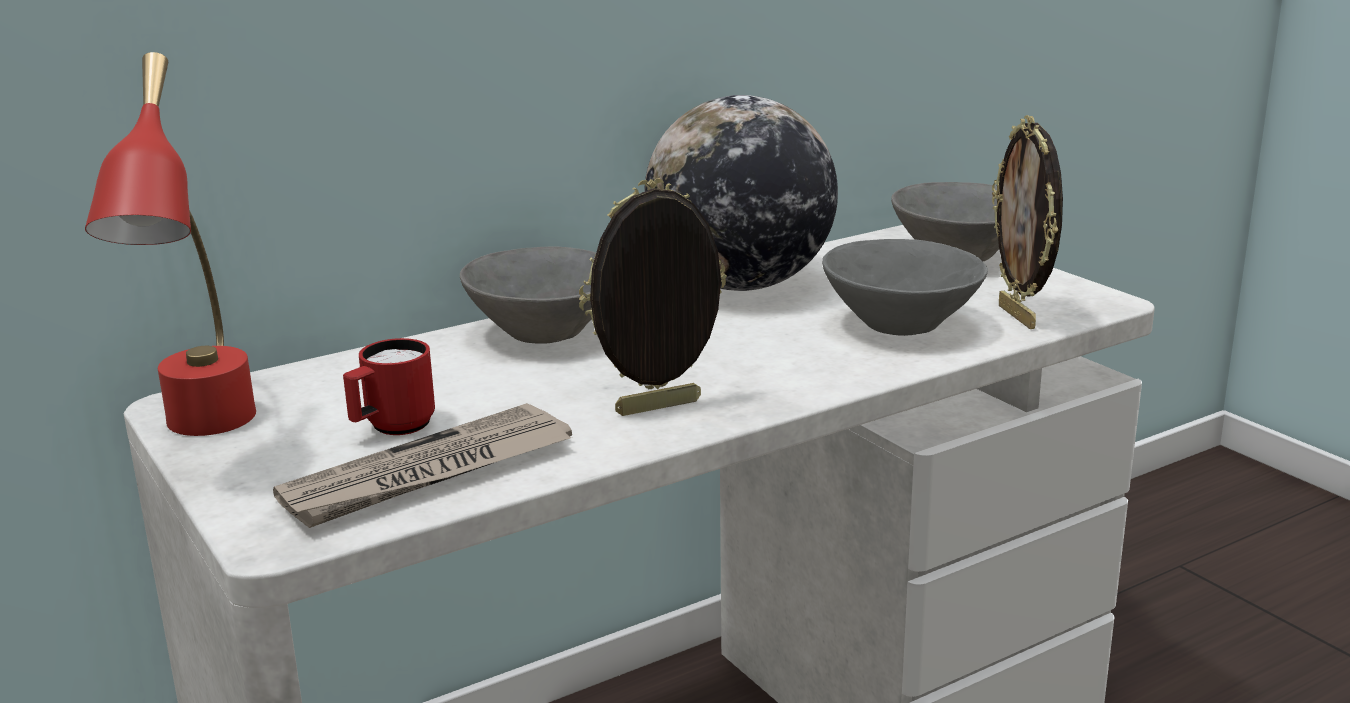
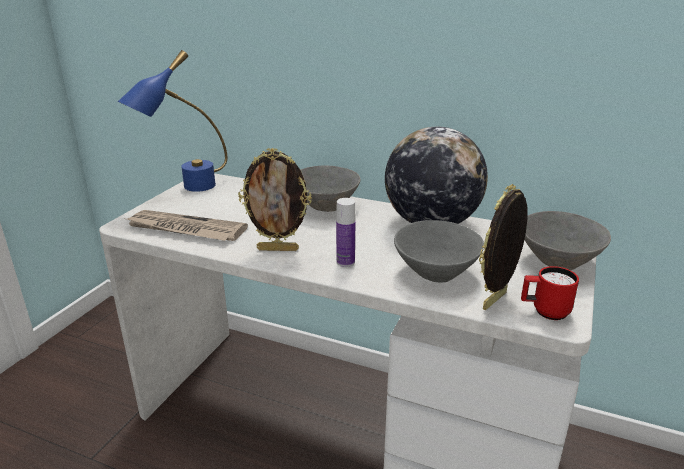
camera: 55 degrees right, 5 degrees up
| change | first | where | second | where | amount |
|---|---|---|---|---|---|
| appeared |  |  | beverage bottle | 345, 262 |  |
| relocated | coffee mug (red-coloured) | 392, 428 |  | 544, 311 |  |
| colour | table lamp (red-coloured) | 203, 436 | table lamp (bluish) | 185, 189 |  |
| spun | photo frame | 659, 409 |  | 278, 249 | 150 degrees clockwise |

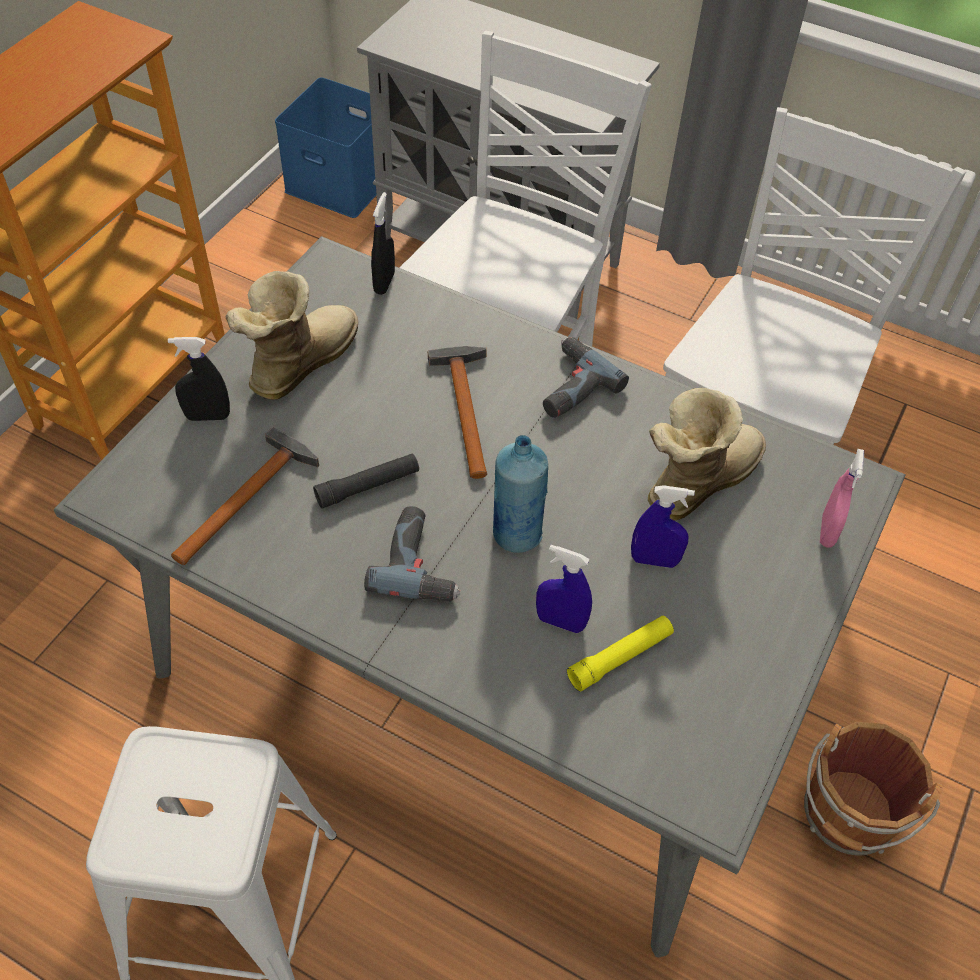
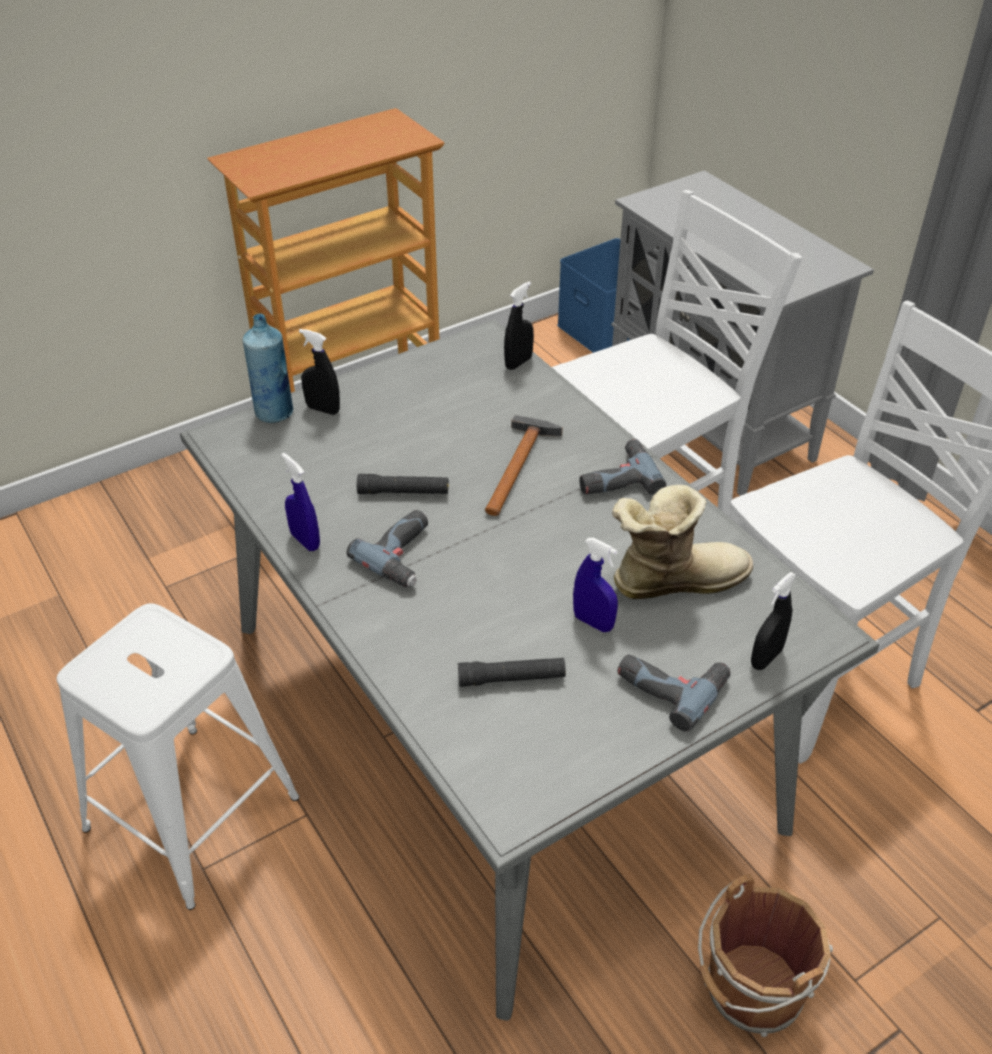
camera: 30 degrees right, 10 degrees down
| change | first | where | second | where | amount |
|---|---|---|---|---|---|
| missing | hand hammer | 248, 497 |  |  |  |
| missing | high-top boot | 298, 362 |  |  |  |
| appeared |  |  | power drill | 671, 684 |  |
| relocated | beverage bottle (bluish) | 516, 534 |  | 274, 413 |  |
| relocated | hand sprayer (bluish) | 560, 622 |  | 305, 541 |  |
| colour | torch (yellowish) | 620, 657 | torch (blackish) | 512, 678 |  |
| colour | hand sprayer (pinkish) | 827, 531 | hand sprayer (blackish) | 766, 658 |  |

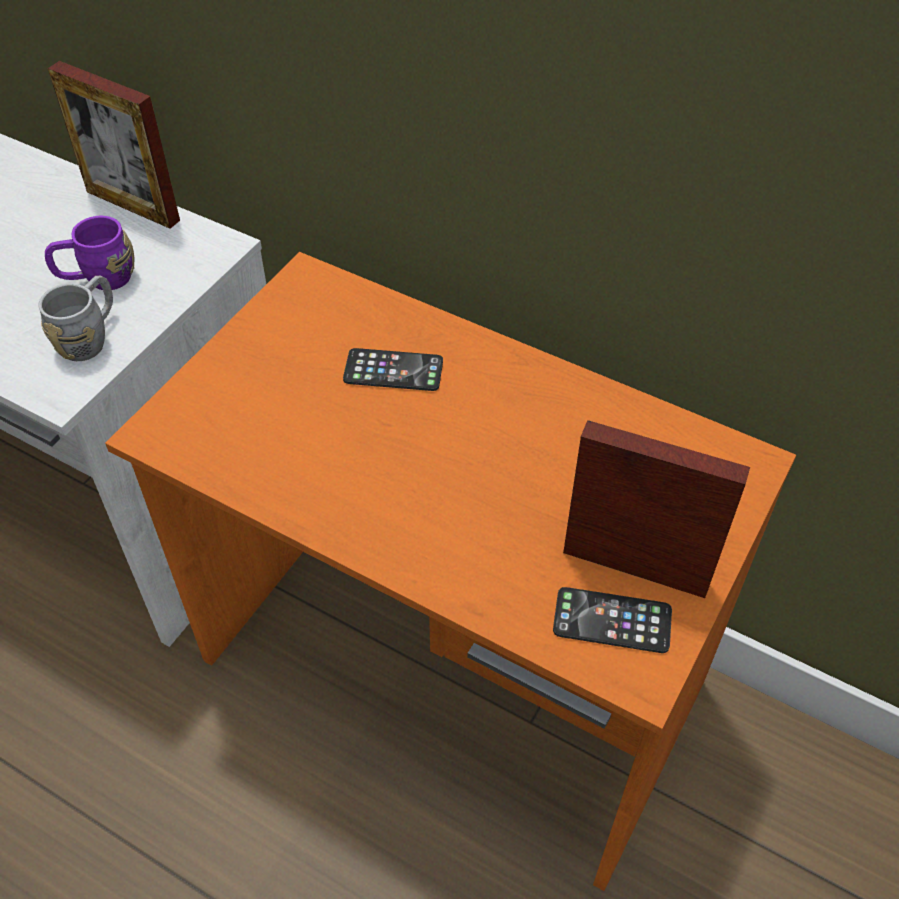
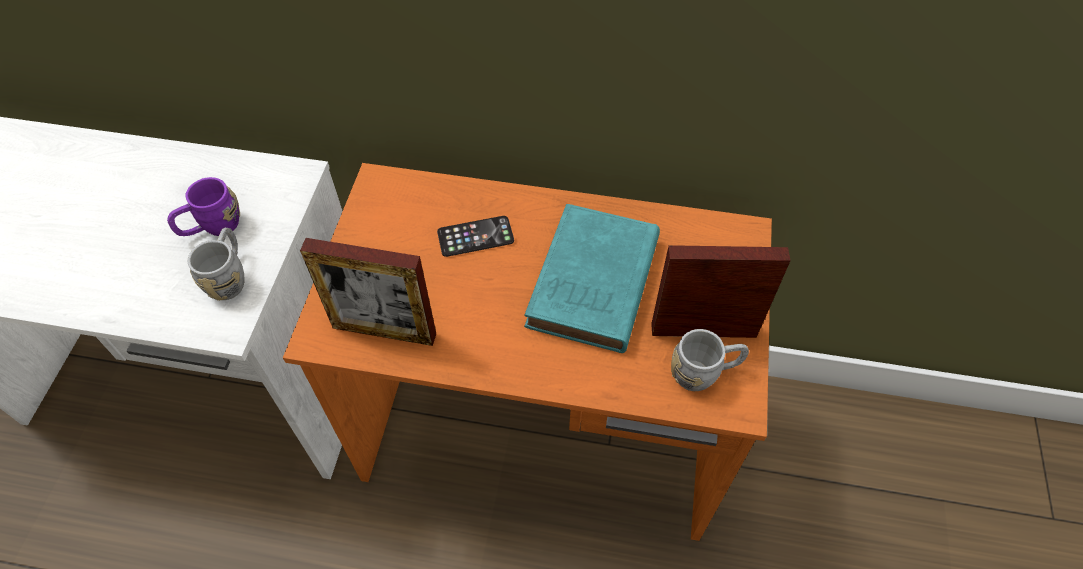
camera: 20 degrees left, 5 degrees up
| change | first | where | second | where | amount |
|---|---|---|---|---|---|
| appeared |  |  | volume (turquoise-coloured) | 592, 286 |  |
| relocated | photo frame | 133, 206 |  | 384, 331 |  |
| exchanged | phone | 612, 621 | coffee mug (greyish) | 704, 373 |  |

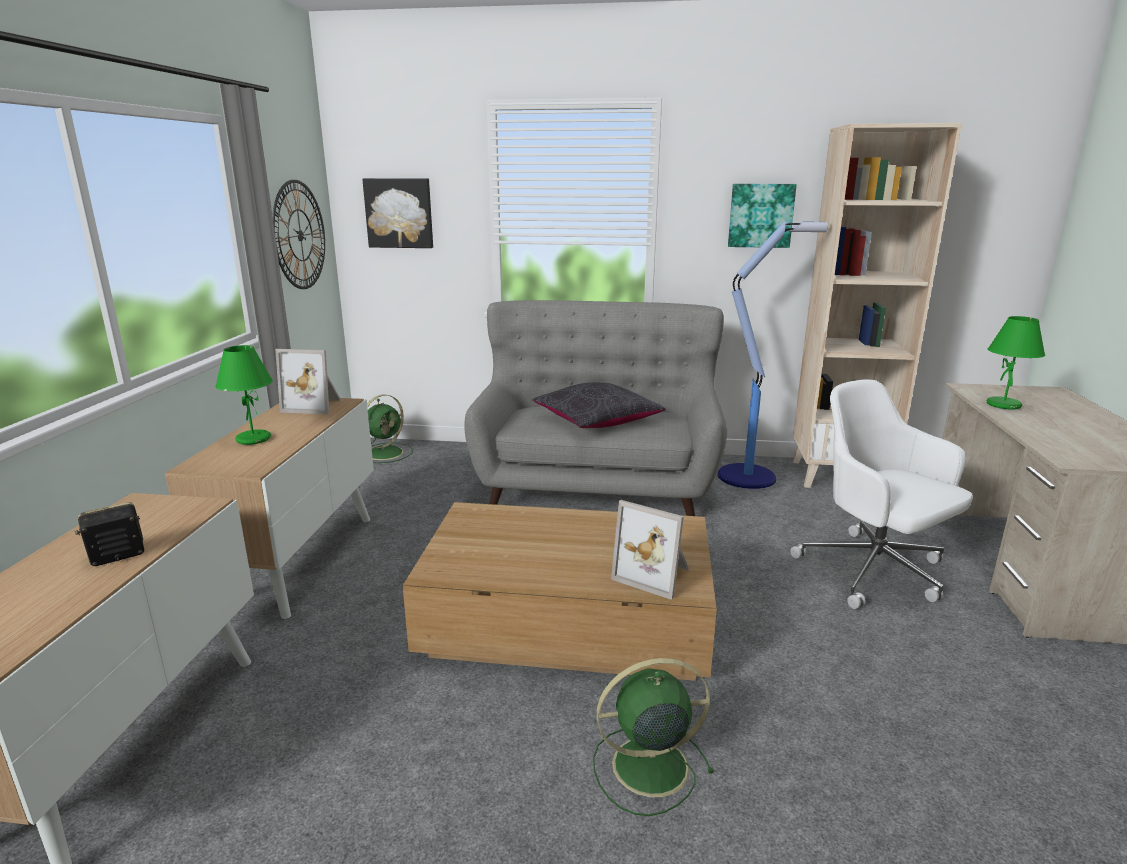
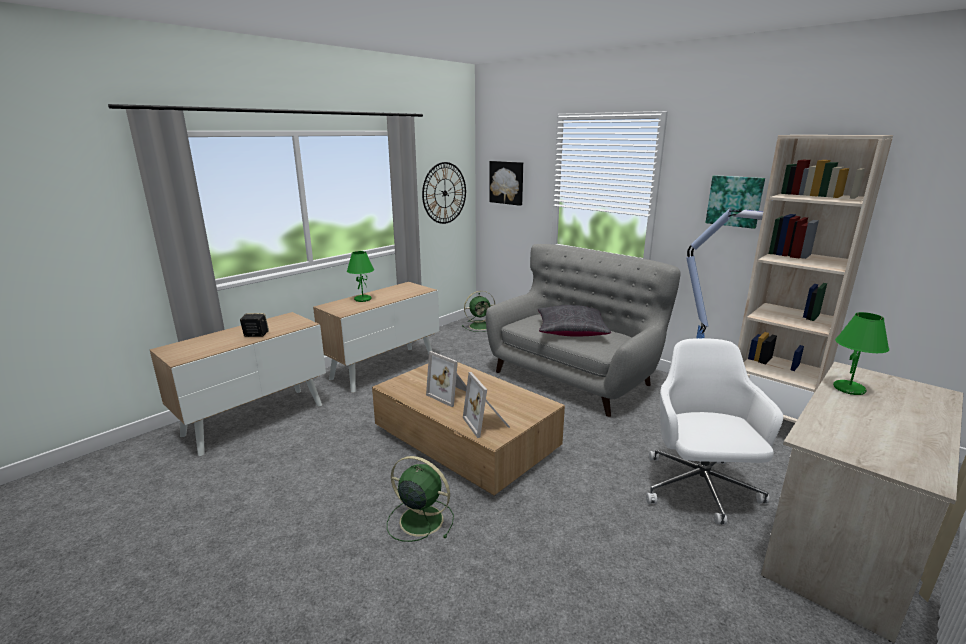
camera: 35 degrees right, 0 degrees up
| change | first | where | second | where | amount |
|---|---|---|---|---|---|
| relocated | photo frame | 314, 405 |  | 451, 394 |  |

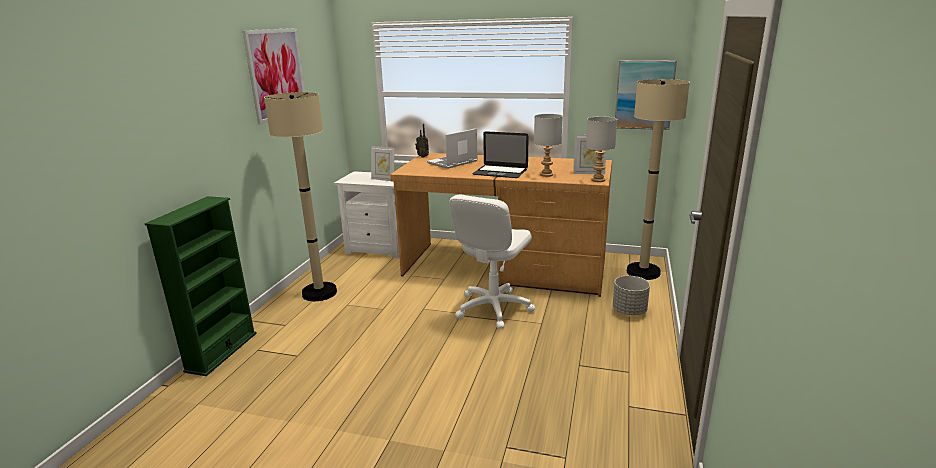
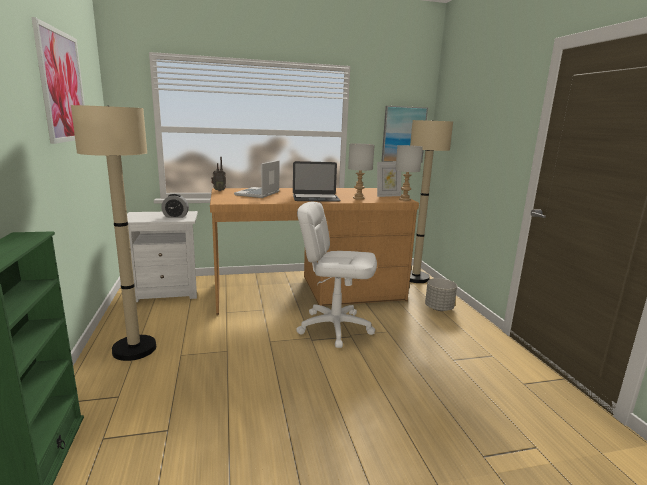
camera: 30 degrees left, 5 degrees down
| change | first | where | second | where | amount |
|---|---|---|---|---|---|
| exchanged | photo frame | 384, 179 | alarm clock | 175, 216 |  |
| spun | office chair (whitish) | 493, 308 |  | 335, 327 | 105 degrees clockwise |

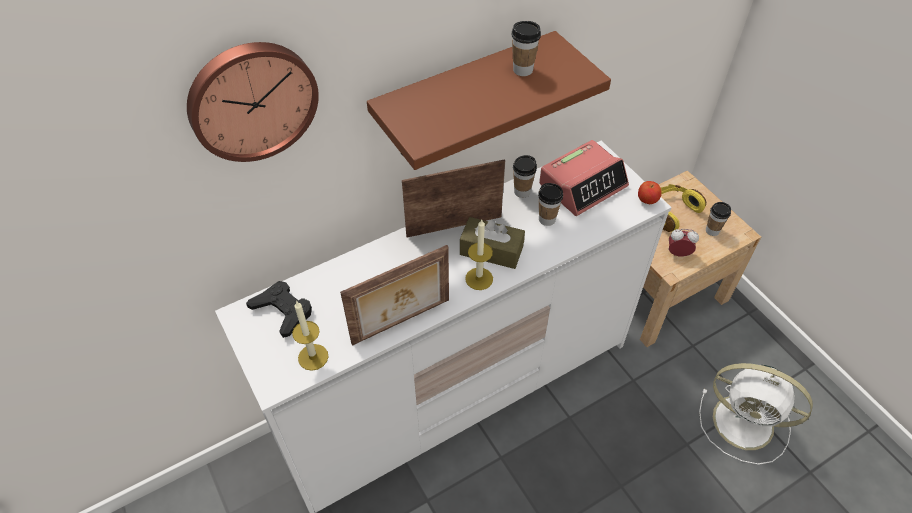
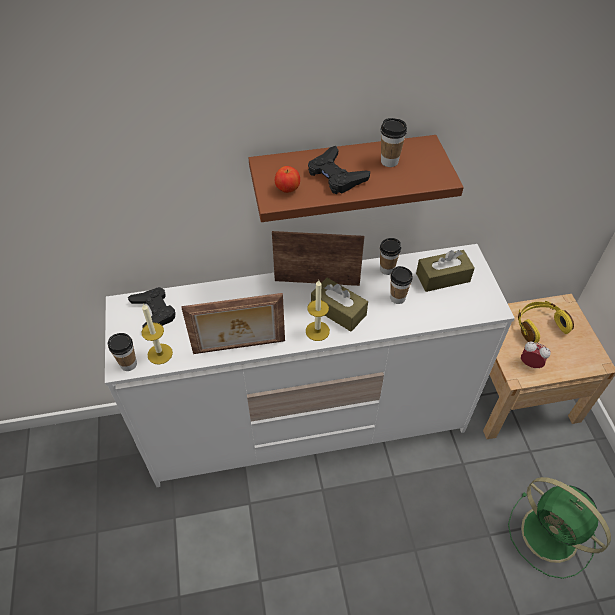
camera: 20 degrees right, 0 degrees up
| change | first | where | second | where | amount |
|---|---|---|---|---|---|
| missing | clock on the wall | 252, 100 |  |  |  |
| appeared |  |  | game controller (blackish) | 336, 175 |  |
| relocated | apple fruit | 647, 200 |  | 287, 189 |  |
| relocated | small cup | 712, 230 |  | 128, 364 |  |
| exchanged | alarm clock | 583, 185 | box of tissues (brownish) | 443, 277 |  |
| colour | cooling fan (whitish) | 746, 423 | cooling fan (green) | 552, 536 |  |

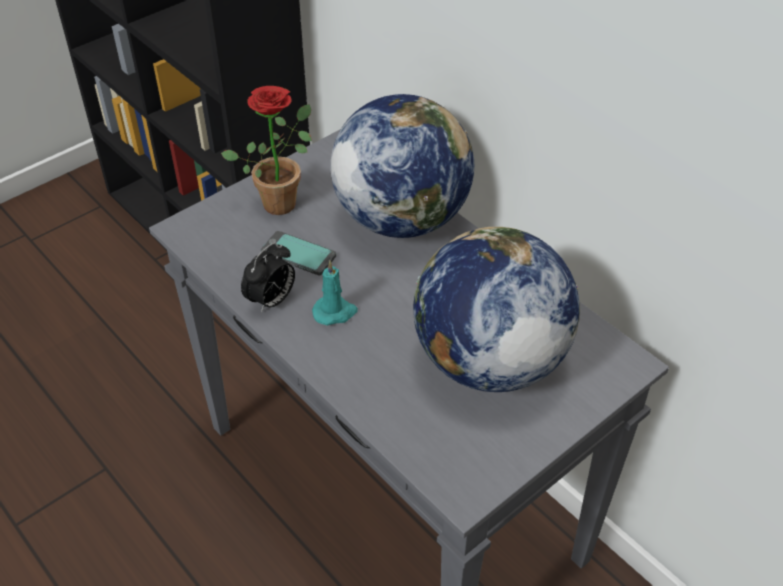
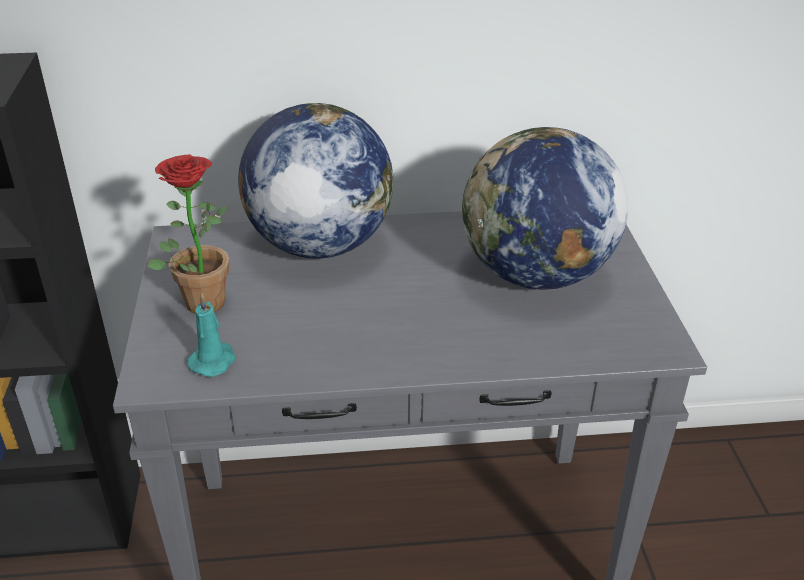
camera: 55 degrees left, 10 degrees down
| change | first | where | second | where | amount |
|---|---|---|---|---|---|
| missing | alarm clock | 271, 301 |  |  |  |
| missing | phone | 298, 254 |  |  |  |
| relocated | wax light (turquoise-coloured) | 335, 312 |  | 213, 361 |  |

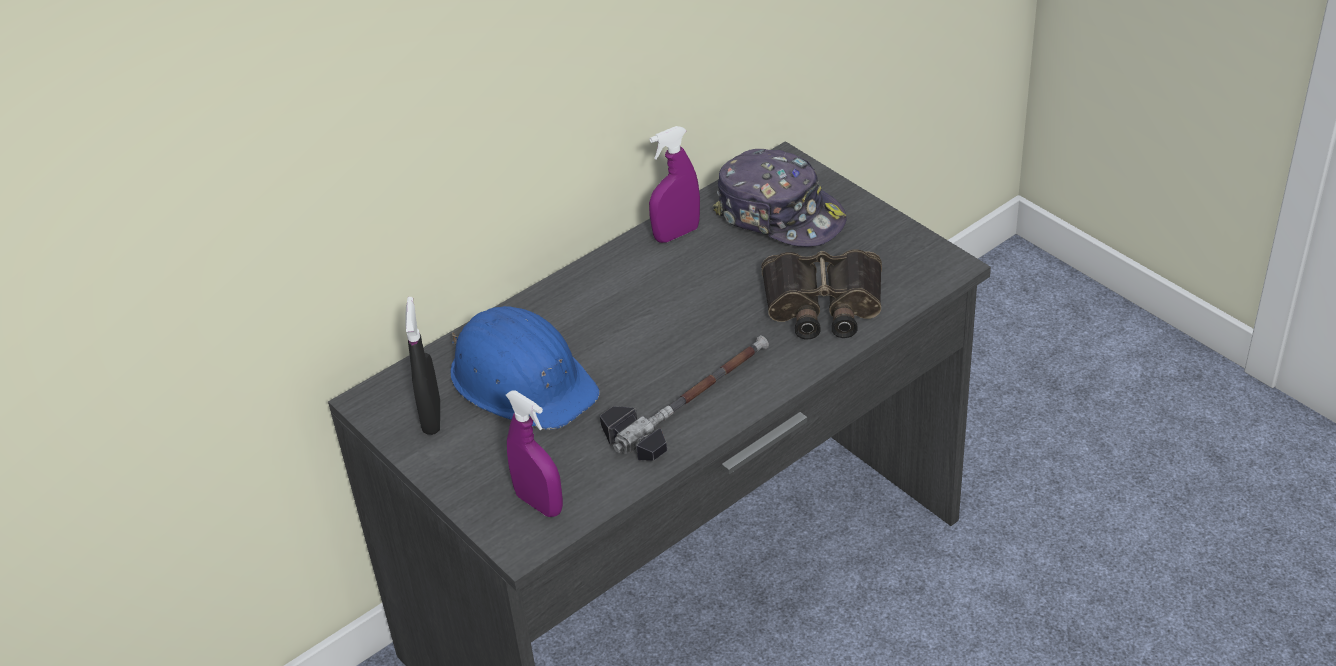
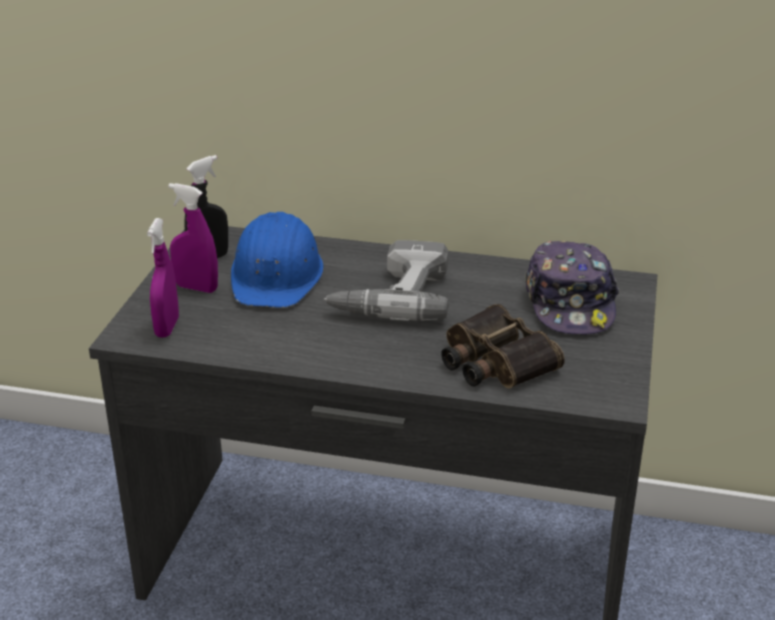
camera: 50 degrees right, 10 degrees down
| change | first | where | second | where | amount |
|---|---|---|---|---|---|
| missing | hand hammer | 691, 400 |  |  |  |
| appeared |  |  | power drill | 391, 295 |  |
| relocated | hand sprayer (purplish) | 676, 234 |  | 196, 288 |  |

